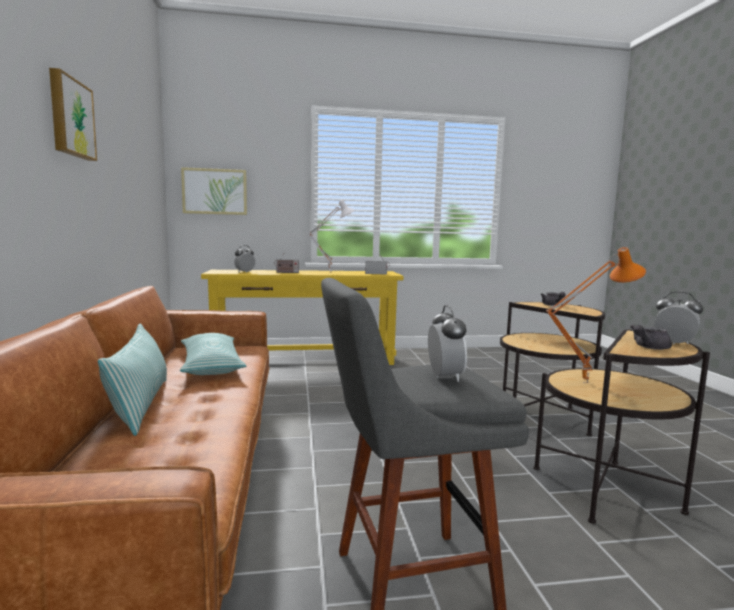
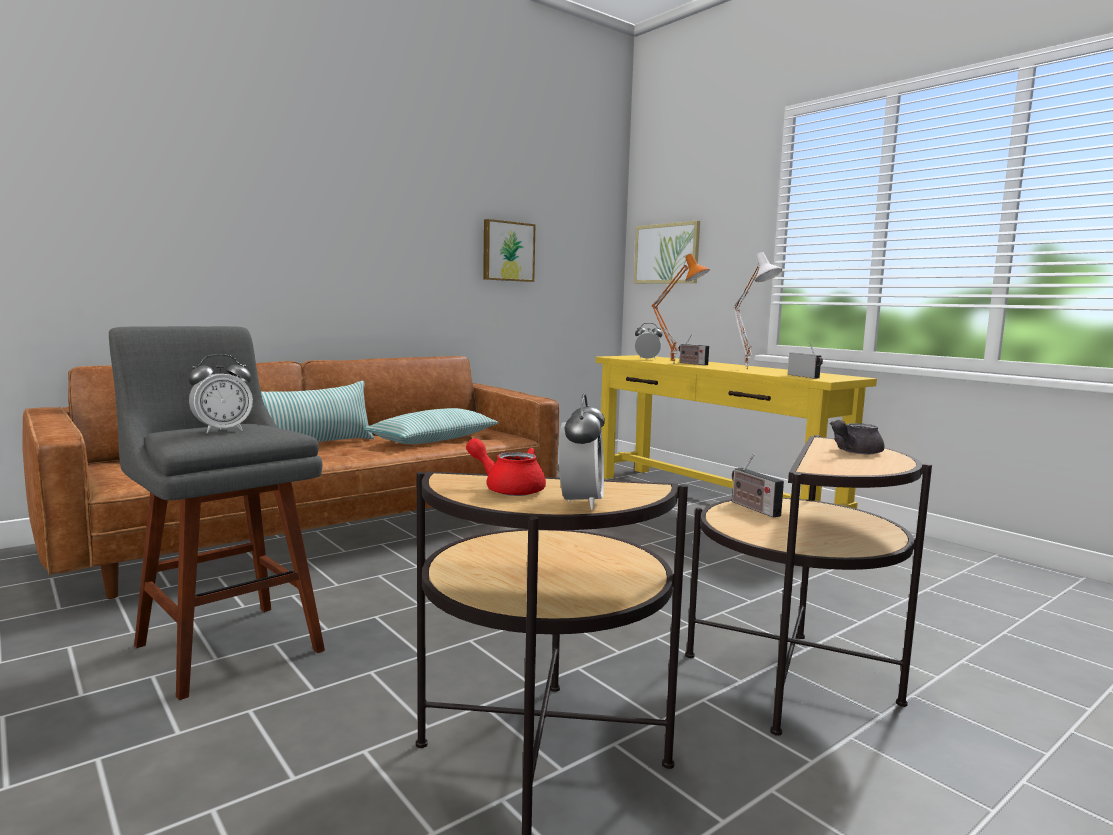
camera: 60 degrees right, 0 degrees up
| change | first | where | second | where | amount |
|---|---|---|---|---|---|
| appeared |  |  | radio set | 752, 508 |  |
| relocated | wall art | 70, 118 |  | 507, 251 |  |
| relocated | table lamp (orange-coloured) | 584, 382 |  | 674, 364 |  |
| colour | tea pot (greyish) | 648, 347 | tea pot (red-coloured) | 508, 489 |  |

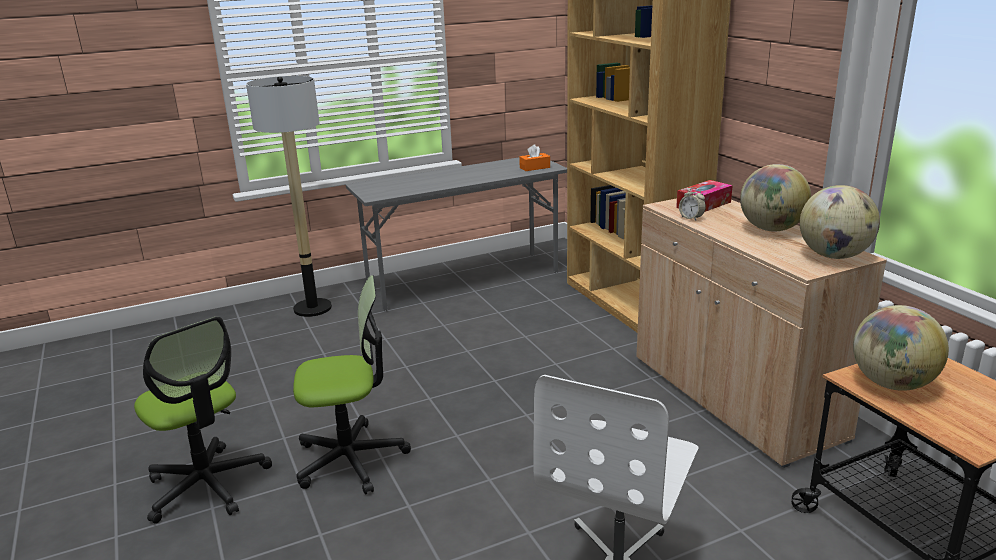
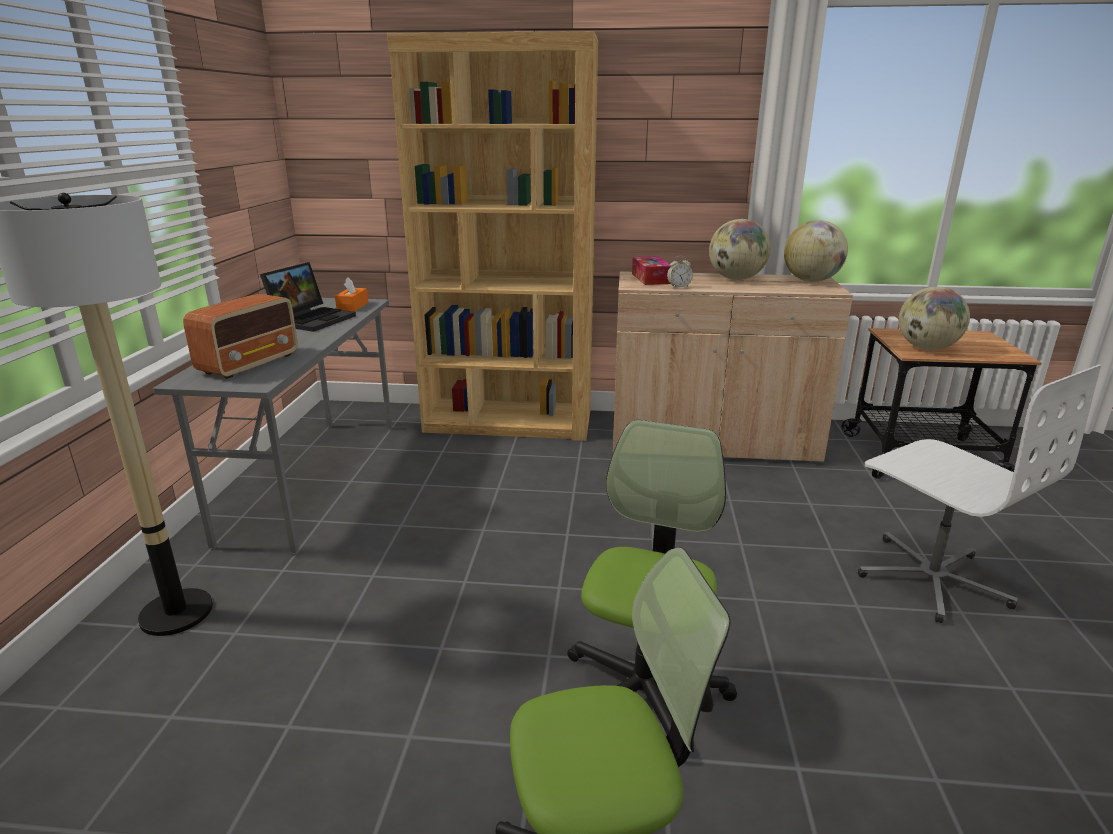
camera: 60 degrees left, 0 degrees up
| change | first | where | second | where | amount |
|---|---|---|---|---|---|
| appeared |  |  | radio set | 250, 363 |  |
| appeared |  |  | portable computer | 312, 319 |  |

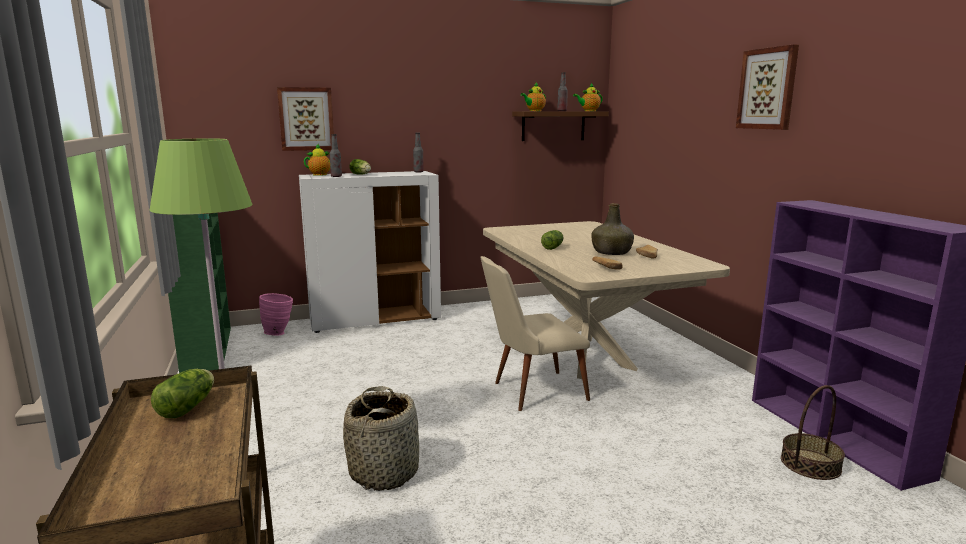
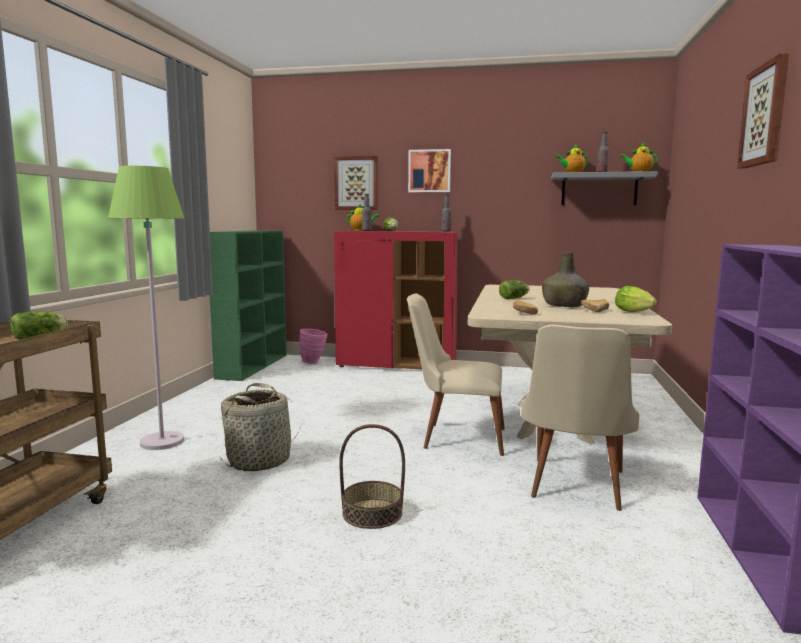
camera: 30 degrees right, 5 degrees down
| change | first | where | second | where | amount |
|---|---|---|---|---|---|
| appeared |  |  | wall art | 429, 171 |  |
| appeared |  |  | plain chair (sand-coloured) | 574, 488 |  |
| appeared |  |  | lettuce | 635, 312 |  |
| relocated | storage basket | 810, 464 |  | 372, 513 |  |
| colour | cupboard (whitish) | 375, 320 | cupboard (red-coloured) | 397, 366 |  |
| colour | shelf (brownish) | 553, 126 | shelf (greyish) | 599, 189 |  |

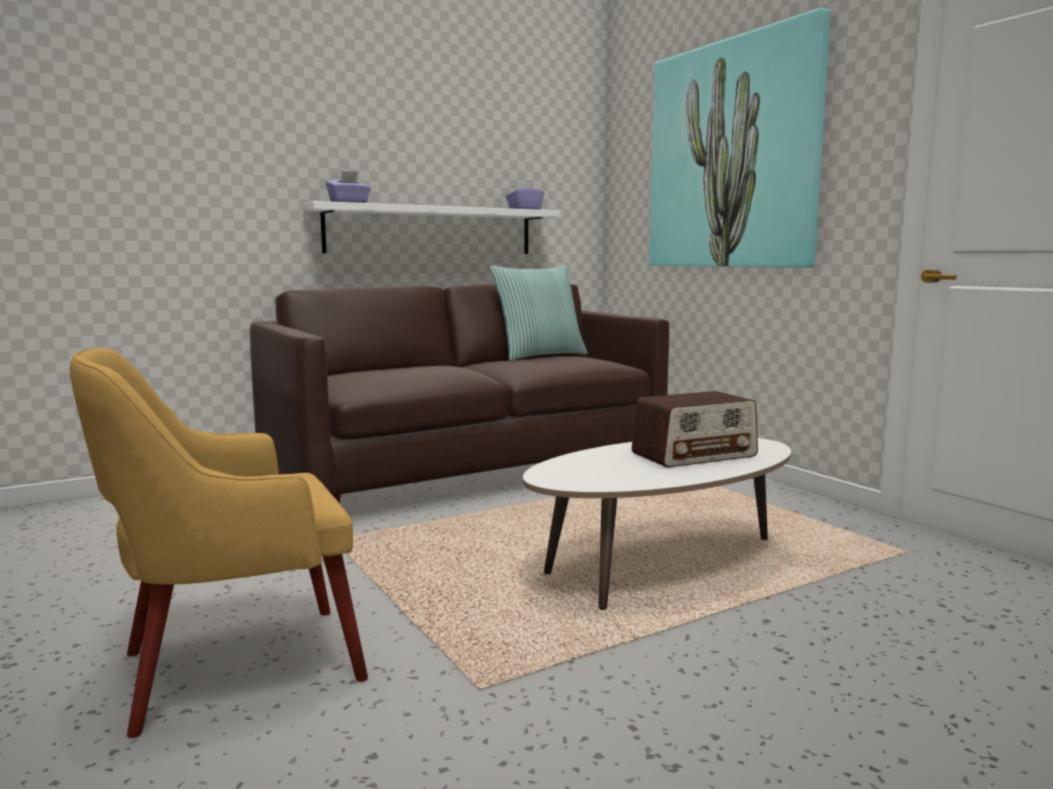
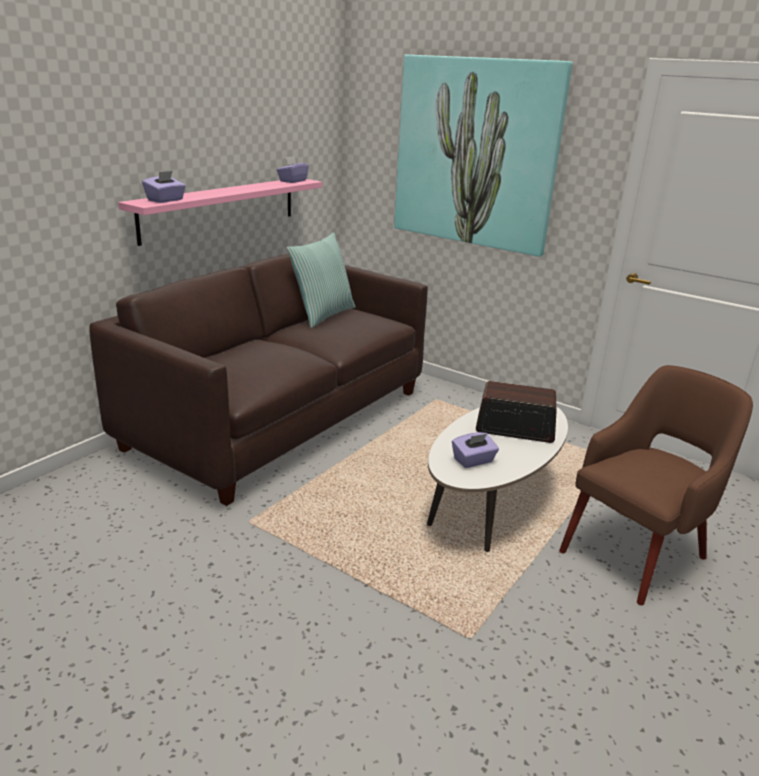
camera: 25 degrees left, 15 degrees up
| change | first | where | second | where | amount |
|---|---|---|---|---|---|
| missing | armchair (yellowish) | 234, 667 |  |  |  |
| appeared |  |  | box of tissues (purplish) | 473, 461 |  |
| appeared |  |  | armchair (brownish) | 636, 553 |  |
| colour | shelf (whitish) | 431, 231 | shelf (pinkish) | 221, 209 |  |
| spun | radio set | 694, 455 |  | 514, 428 | 120 degrees counterclockwise |

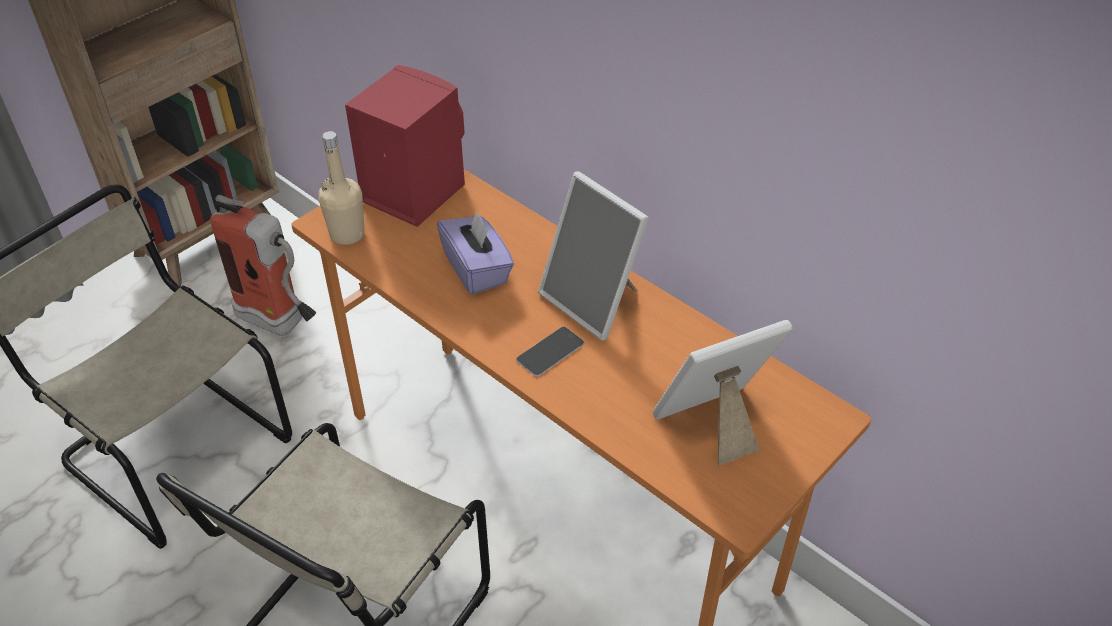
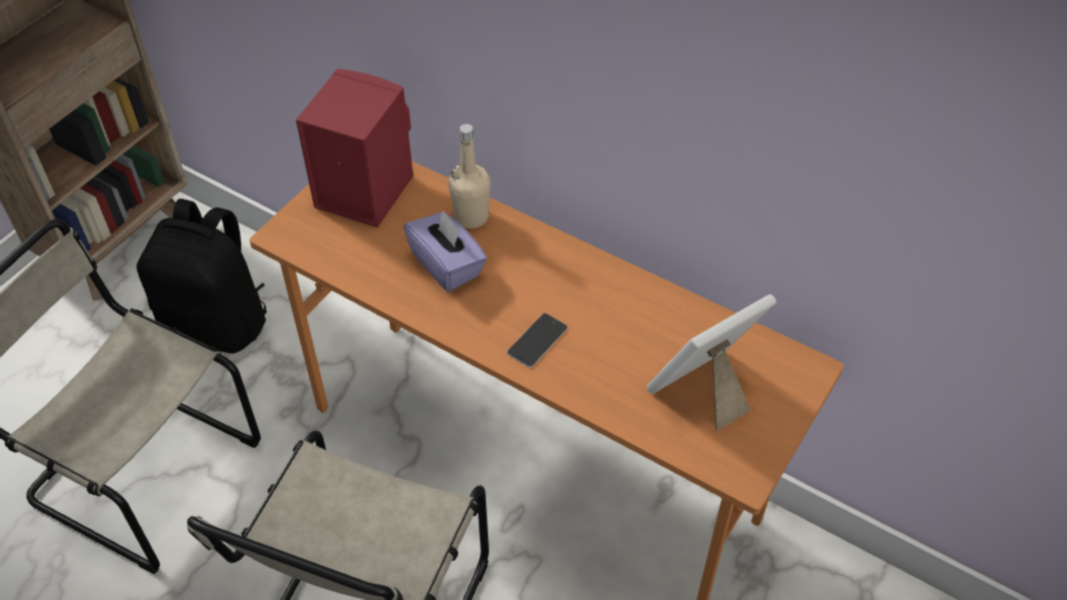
camera: 10 degrees left, 5 degrees up
| change | first | where | second | where | amount |
|---|---|---|---|---|---|
| missing | photo frame | 594, 301 |  |  |  |
| relocated | beverage bottle (sand-coloured) | 347, 234 |  | 471, 217 |  |
| exchanged | extinguisher | 281, 324 | rucksack (blackish) | 218, 323 |  |

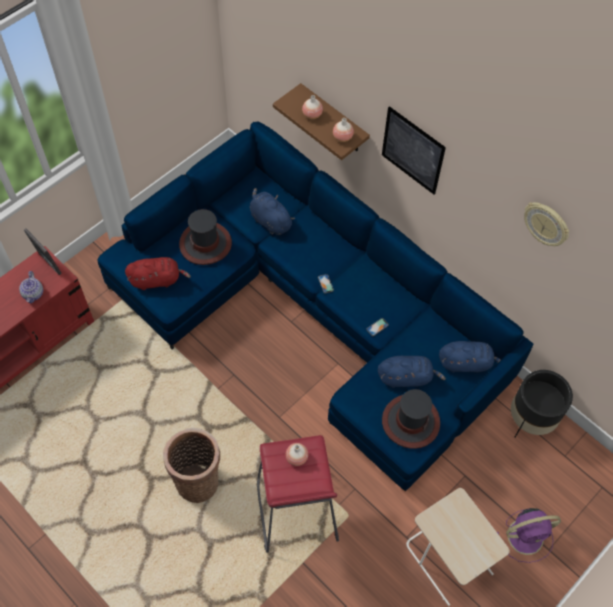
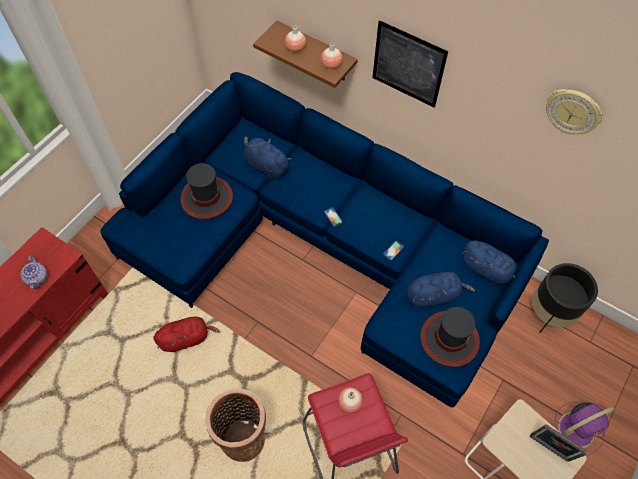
camera: 10 degrees left, 0 degrees up
| change | first | where | second | where | amount |
|---|---|---|---|---|---|
| relocated | photo frame | 48, 264 |  | 548, 450 |  |
| relocated | cuddly toy (red-coloured) | 157, 280 |  | 186, 338 |  |
| spun | cuddly toy (bluish) | 466, 363 |  | 488, 270 | 45 degrees clockwise |

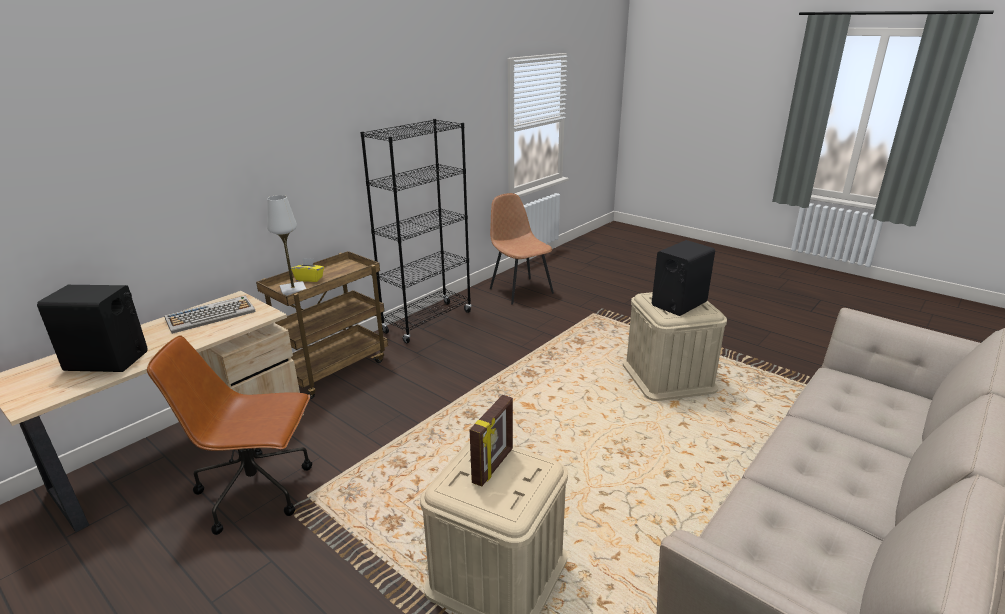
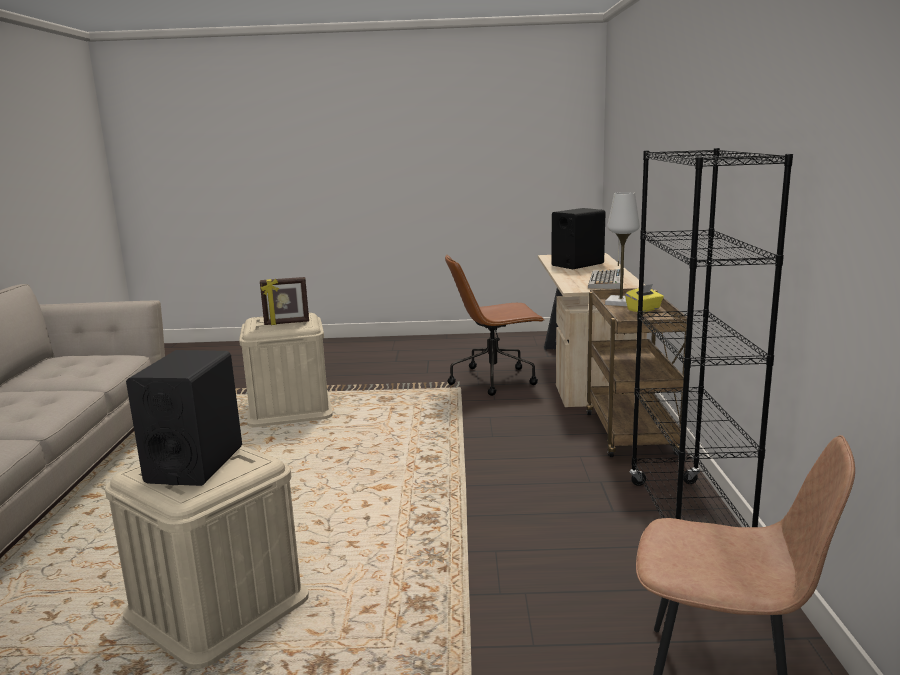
camera: 140 degrees right, 10 degrees down
| change | first | where | second | where | amount |
|---|---|---|---|---|---|
| spun | office chair (brownish) | 257, 490 |  | 494, 379 | 150 degrees counterclockwise |
| spun | photo frame | 494, 466 |  | 287, 323 | 90 degrees counterclockwise |

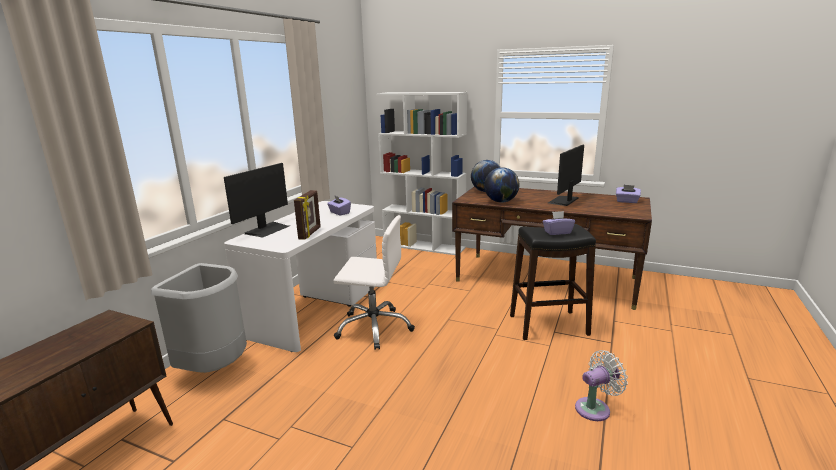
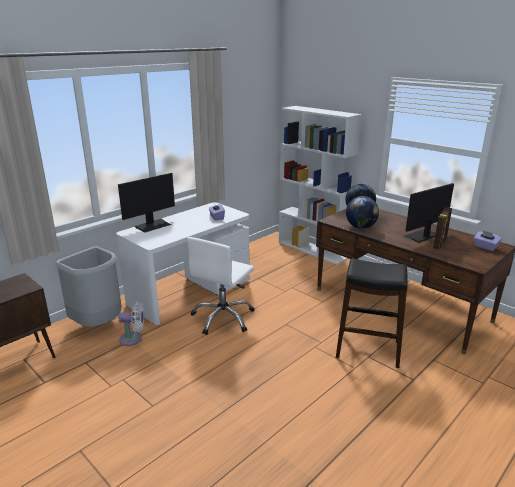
camera: 20 degrees right, 5 degrees up
| change | first | where | second | where | amount |
|---|---|---|---|---|---|
| missing | box of tissues (purplish) | 557, 232 |  |  |  |
| relocated | photo frame | 310, 233 |  | 440, 243 |  |
| relocated | cooling fan (whitish) | 595, 408 |  | 133, 339 |  |
| spun | office chair (whitish) | 374, 328 |  | 223, 318 | 90 degrees clockwise |

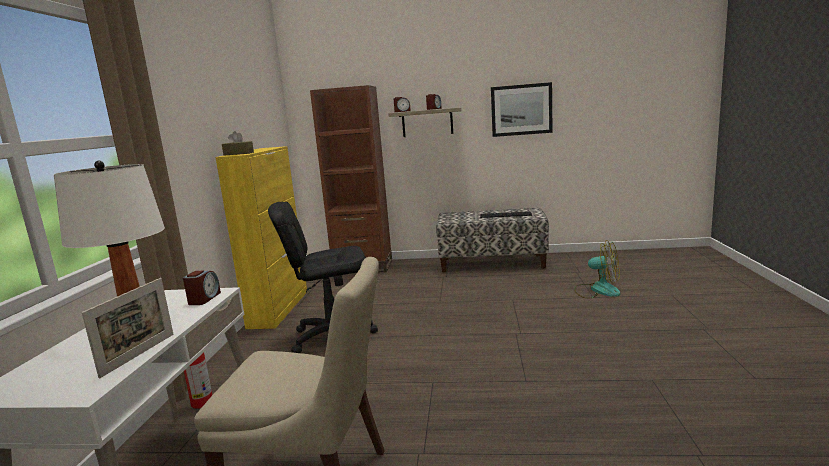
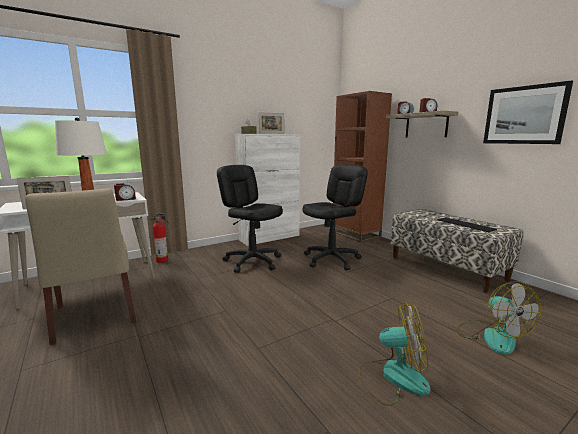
camera: 50 degrees right, 0 degrees up
| change | first | where | second | where | amount |
|---|---|---|---|---|---|
| appeared |  |  | photo frame | 271, 133 |  |
| appeared |  |  | office chair (blackish) | 331, 259 |  |
| appeared |  |  | cooling fan | 393, 377 |  |
| colour | cupboard (yellowish) | 279, 308 | cupboard (whitish) | 270, 237 |  |

